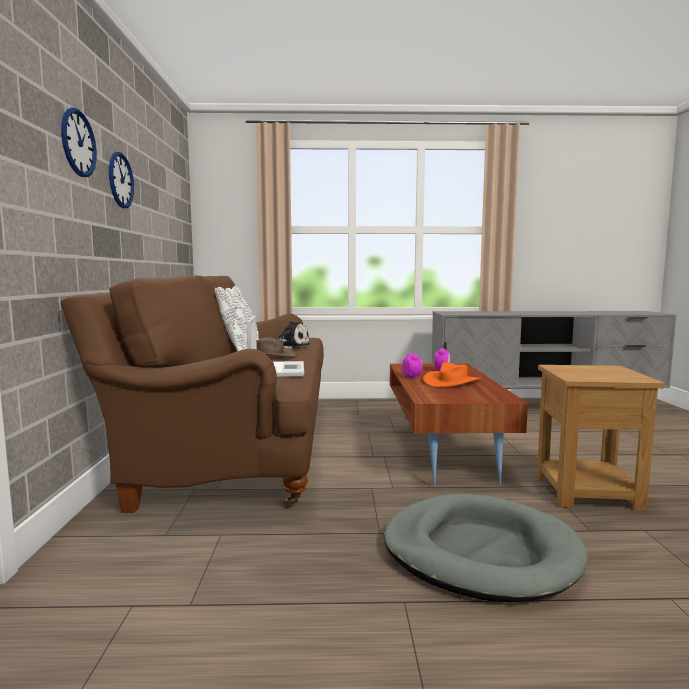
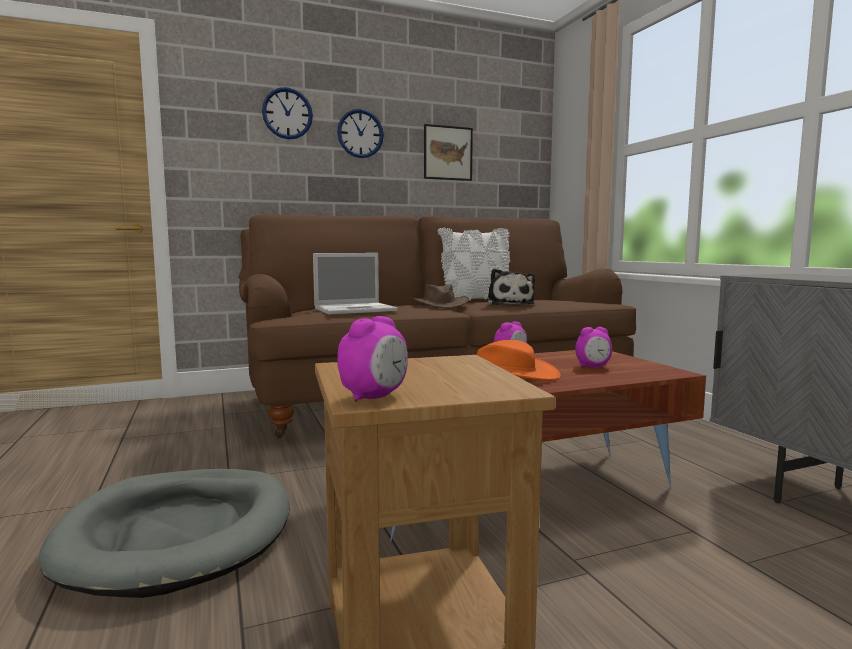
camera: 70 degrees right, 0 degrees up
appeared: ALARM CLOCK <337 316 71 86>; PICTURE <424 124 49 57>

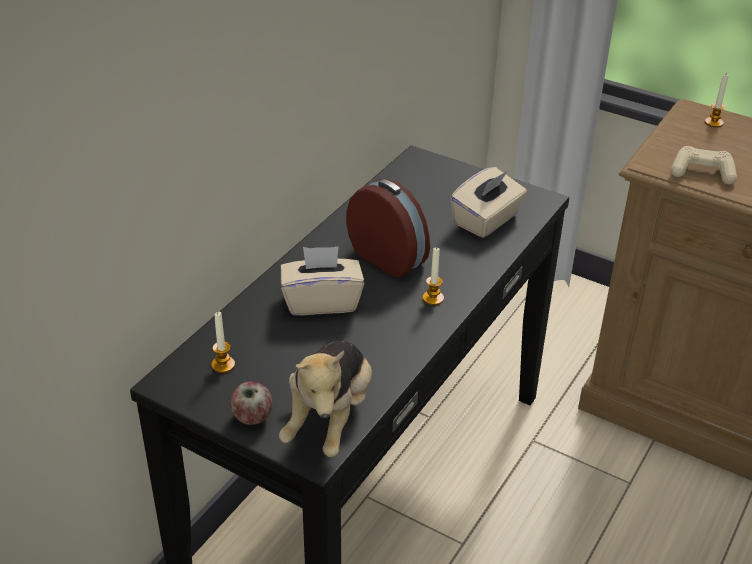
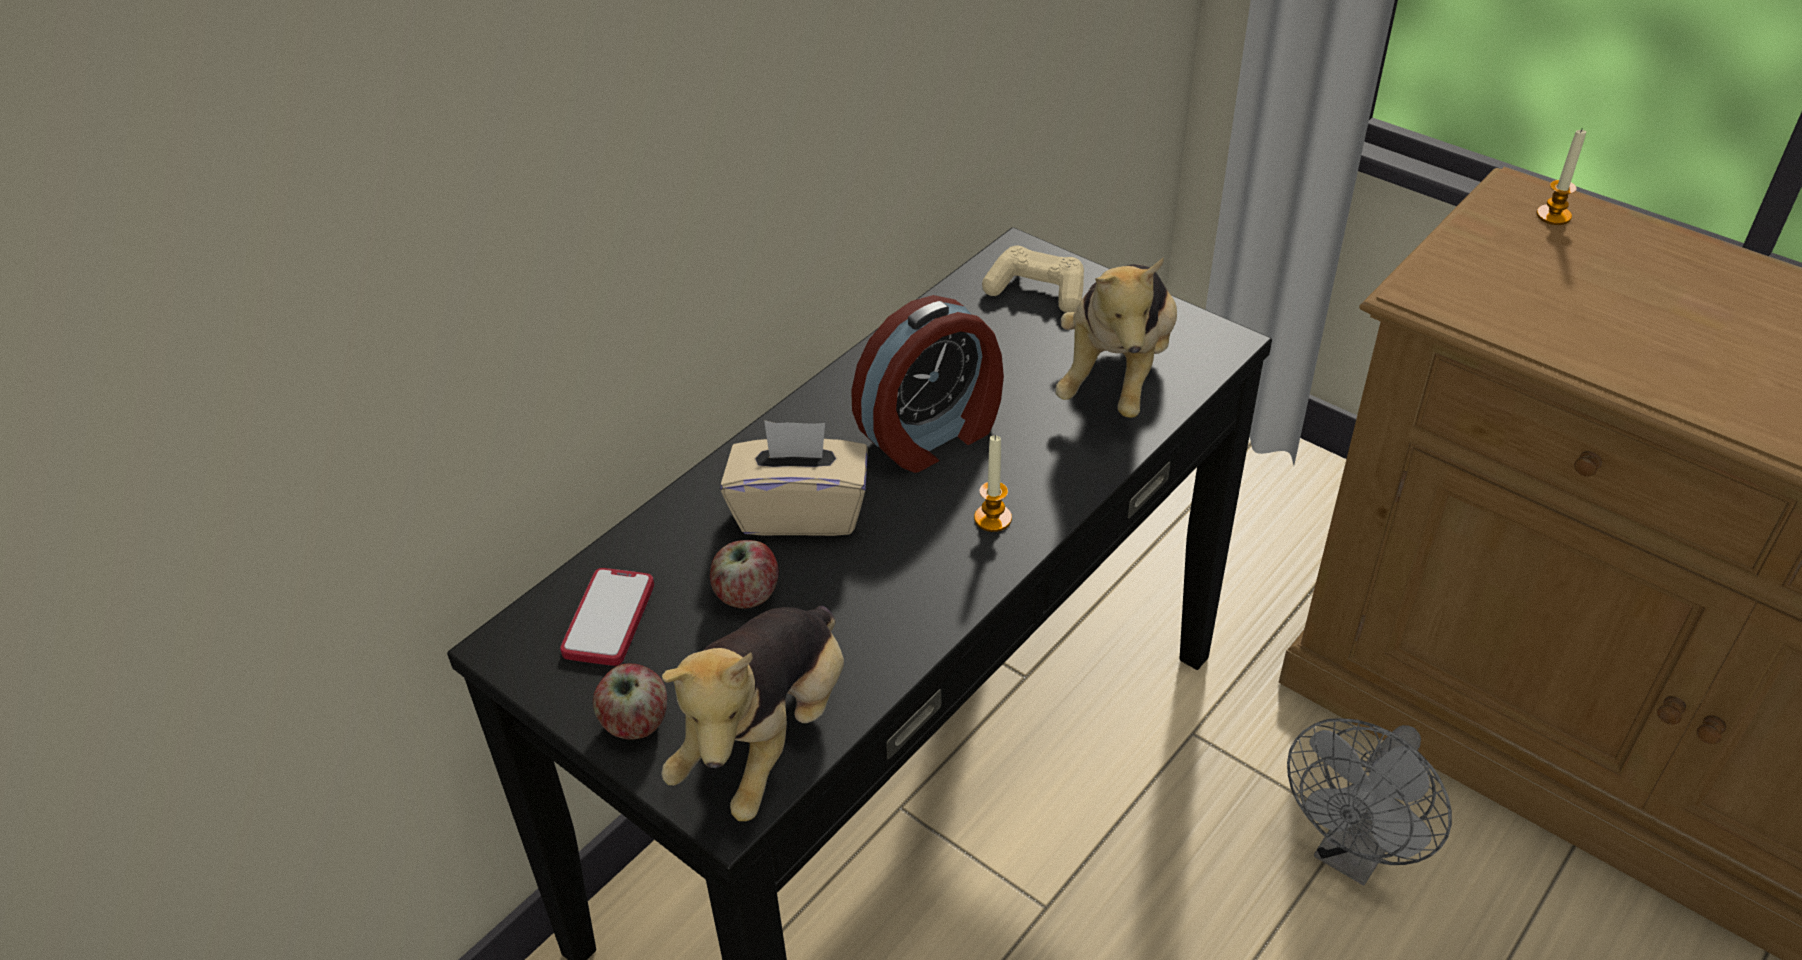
camera: 10 degrees right, 5 degrees up
appeared: APPLE <710 540 69 69>; GREY FAN <1287 718 165 168>
relocated: BEIGE GAME CONTROLLER <671 146 66 39> to <982 246 102 67>
exchanged: CANDLE <211 312 24 61> to PHONE <560 568 94 98>; BEIGE TISSUE BOX <450 167 77 71> to PLUSH TOY <1055 257 122 161>
spun: ALARM CLOCK <346 178 84 100> = <851 295 153 178> 90 degrees clockwise

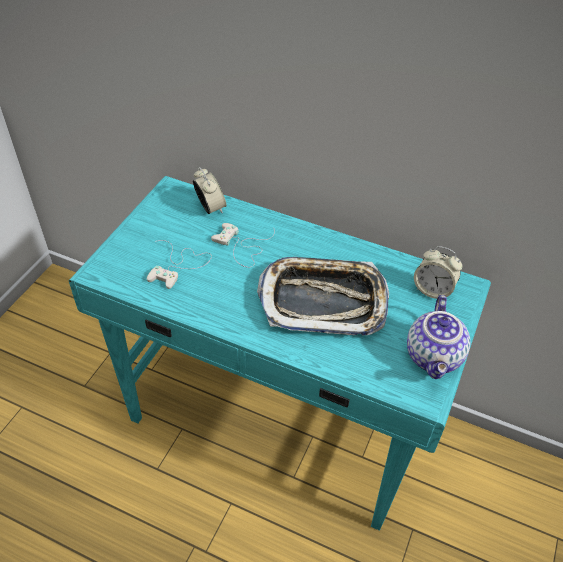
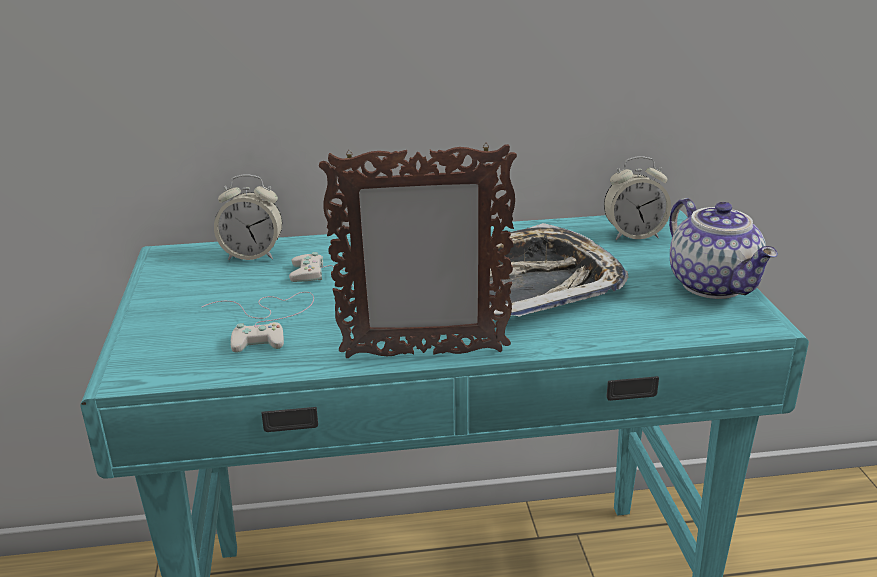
camera: 30 degrees left, 20 degrees down
appeared: PICTURE FRAME <319 143 198 215>
spun: ALARM CLOCK <193 167 33 47> = <214 174 68 86> 150 degrees clockwise

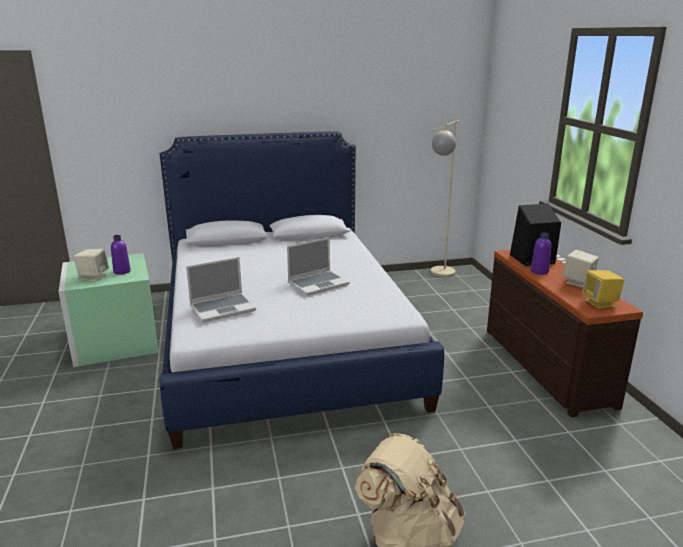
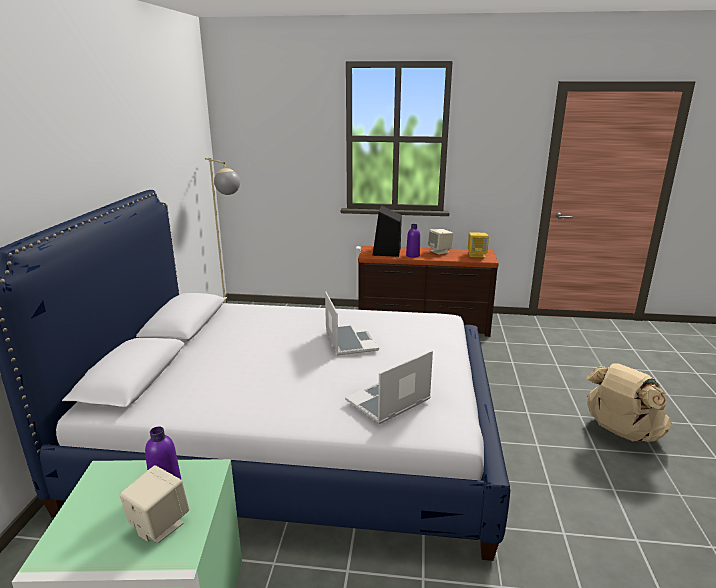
camera: 70 degrees left, 0 degrees up
spun: LAPTOP <186 257 70 65> = <345 350 88 74> 120 degrees counterclockwise

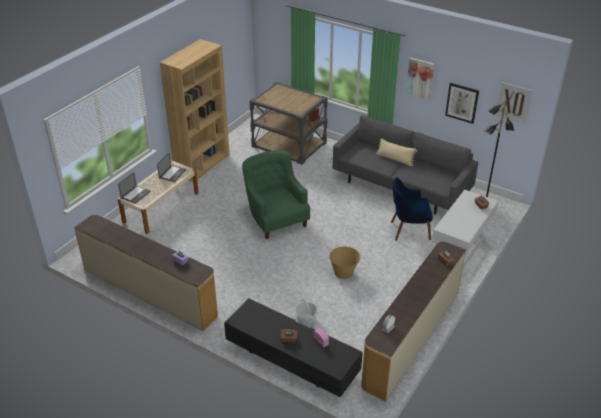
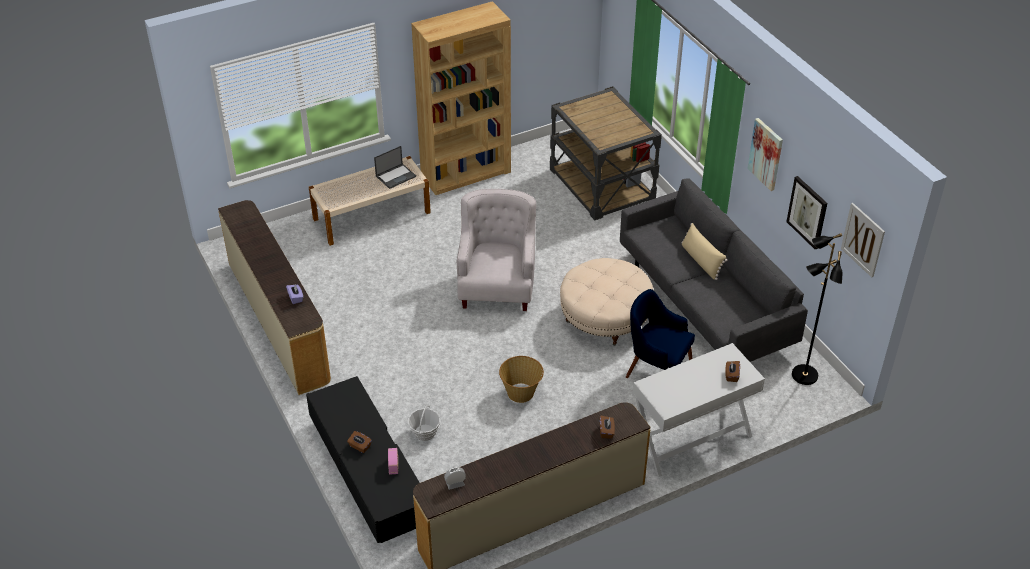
camera: 30 degrees right, 5 degrees up
missing: LAPTOP <118 172 33 32>
appeared: BEIGE OTTOMAN <560 258 93 88>
colour: GREEN ARMCHAIR <242 150 68 89> to WHITE ARMCHAIR <457 189 79 122>

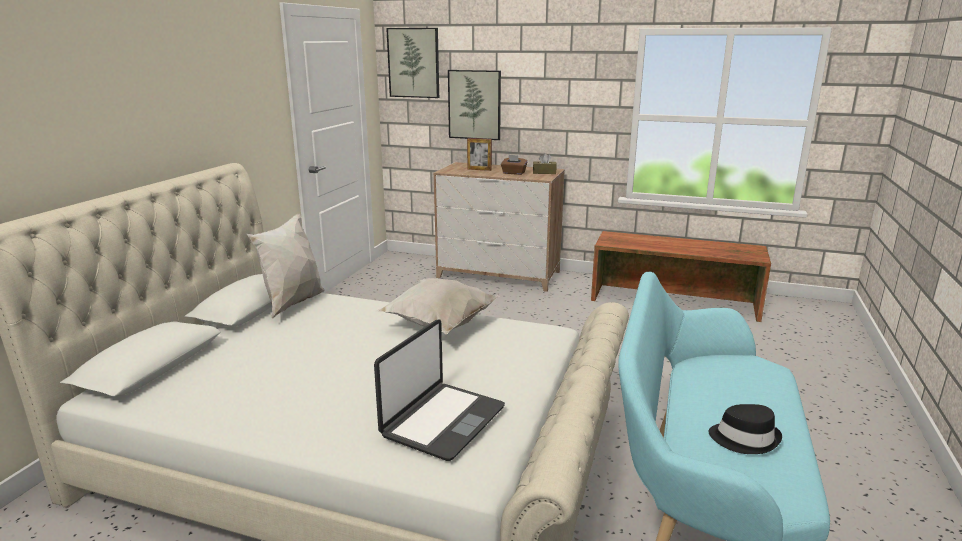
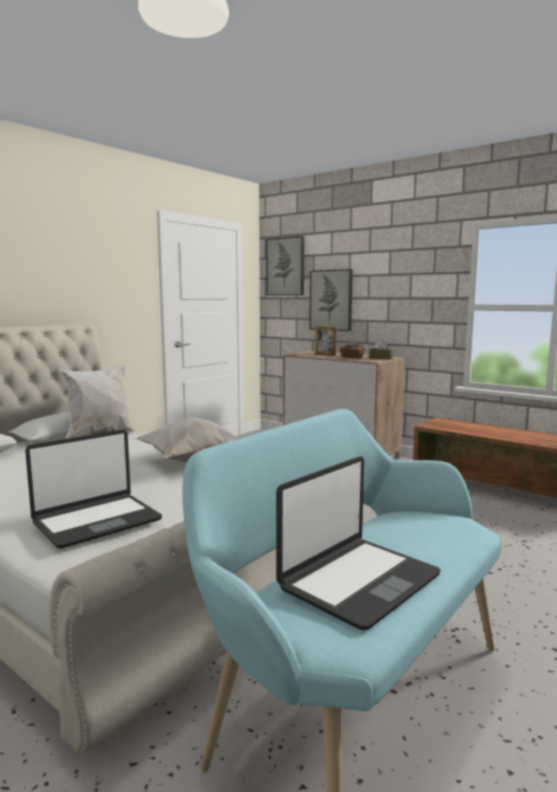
camera: 20 degrees right, 10 degrees down
exchanged: BLACK HAT <709 404 73 50> to LAPTOP <276 456 165 174>

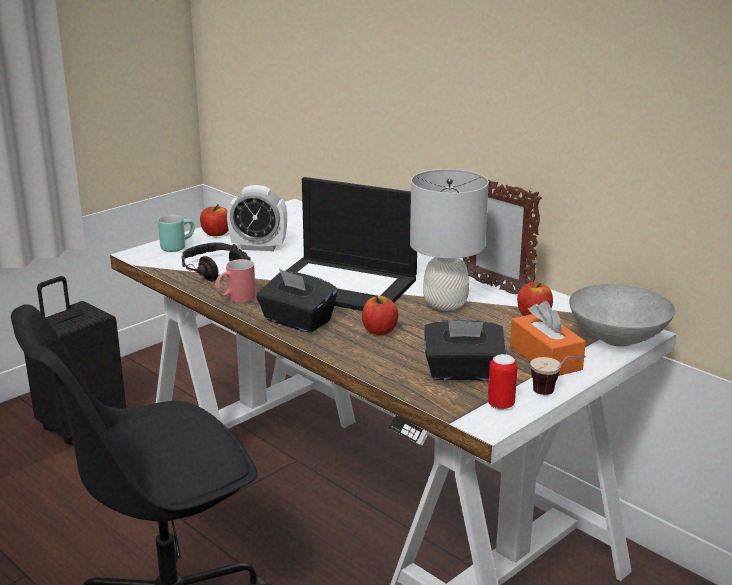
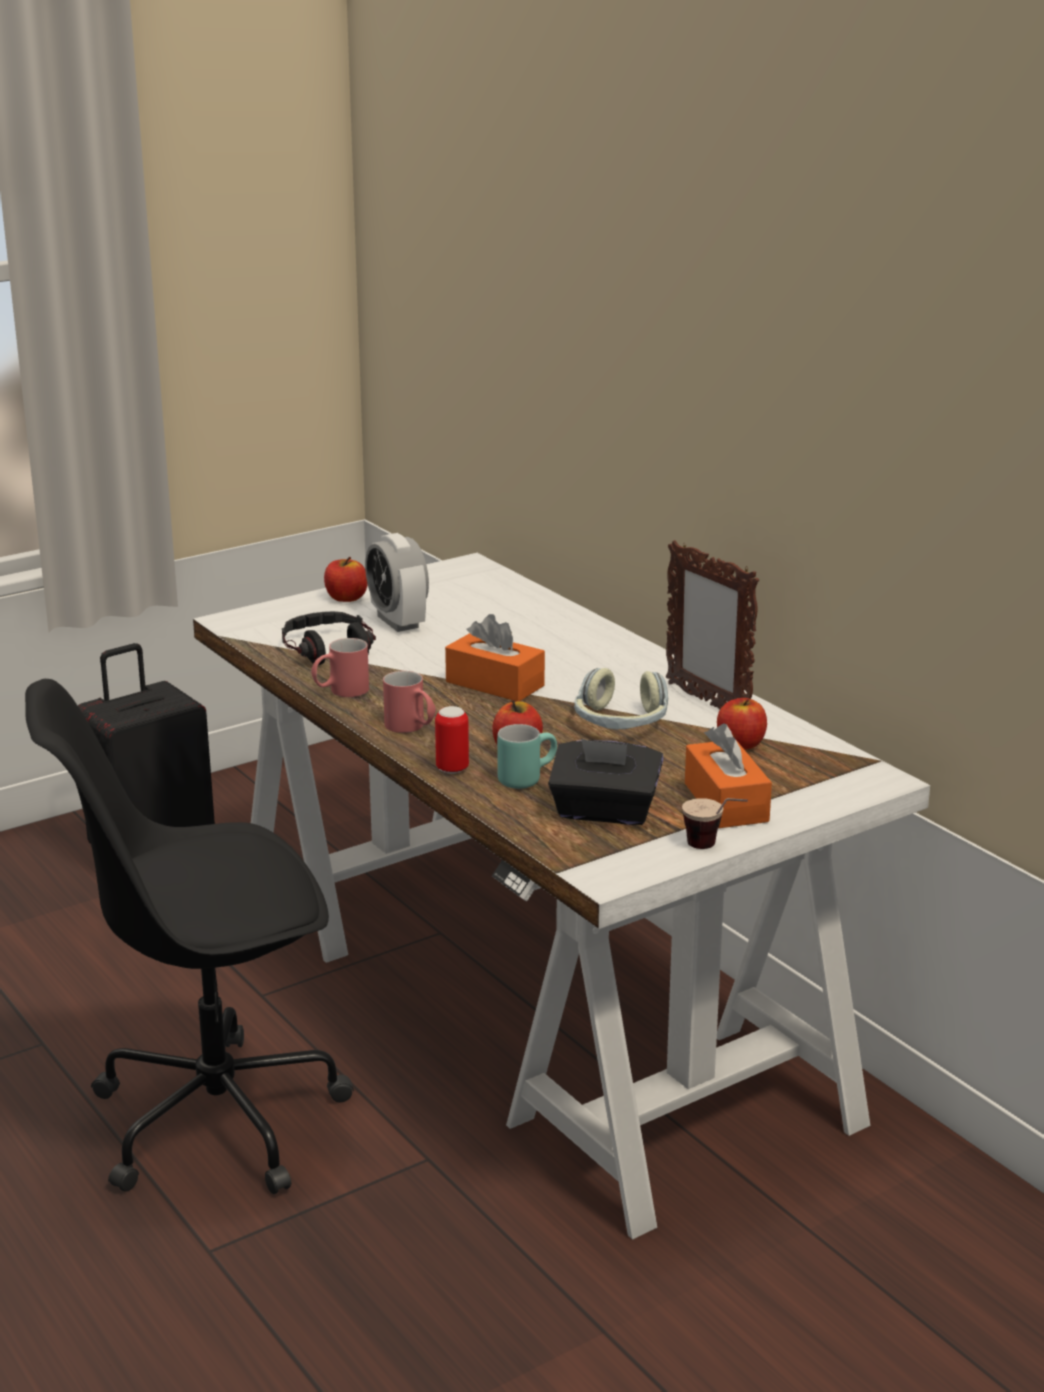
camera: 10 degrees right, 0 degrees up
missing: GREY BOWL <569 284 106 63>
relocated: CAN <488 354 29 56> to <435 706 34 68>; TURQUOISE MUG <158 215 37 37> to <497 724 60 65>
exchanged: BLACK TISSUE BOX <256 269 82 64> to RED MUG <383 671 53 62>; LAPTOP <286 177 131 134> to ORANGE TISSUE BOX <445 614 100 87>; GREY TABLE LAMP <410 169 79 142> to HEADPHONES <574 668 94 61>
spun: ALARM CLOCK <227 185 60 66> = <365 533 64 99> 45 degrees clockwise

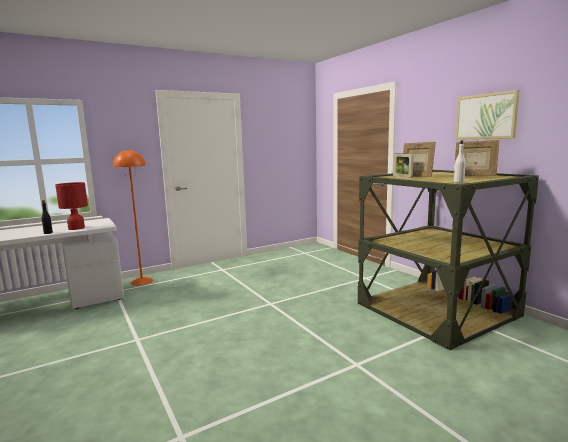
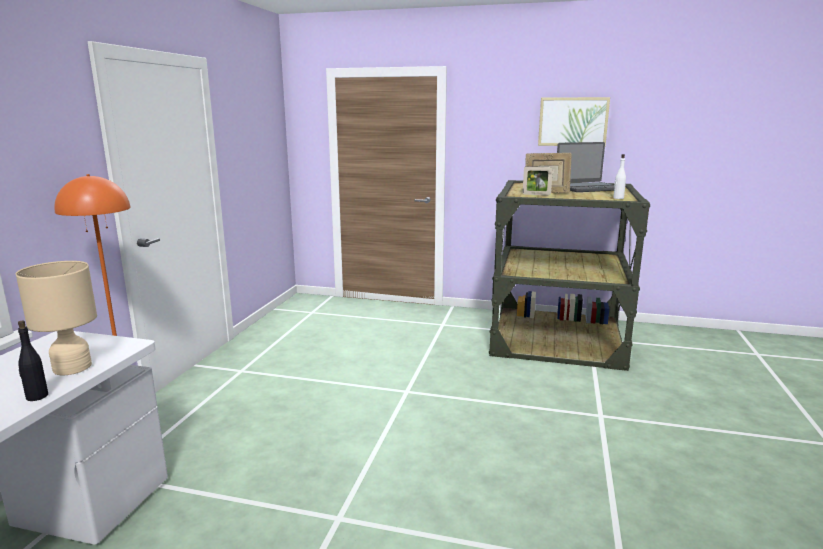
camera: 45 degrees left, 5 degrees up
exchanged: PICTURE FRAME <455 140 44 36> to LAPTOP <557 142 58 50>
colour: RED TABLE LAMP <55 182 33 48> to BEIGE TABLE LAMP <16 261 81 114>

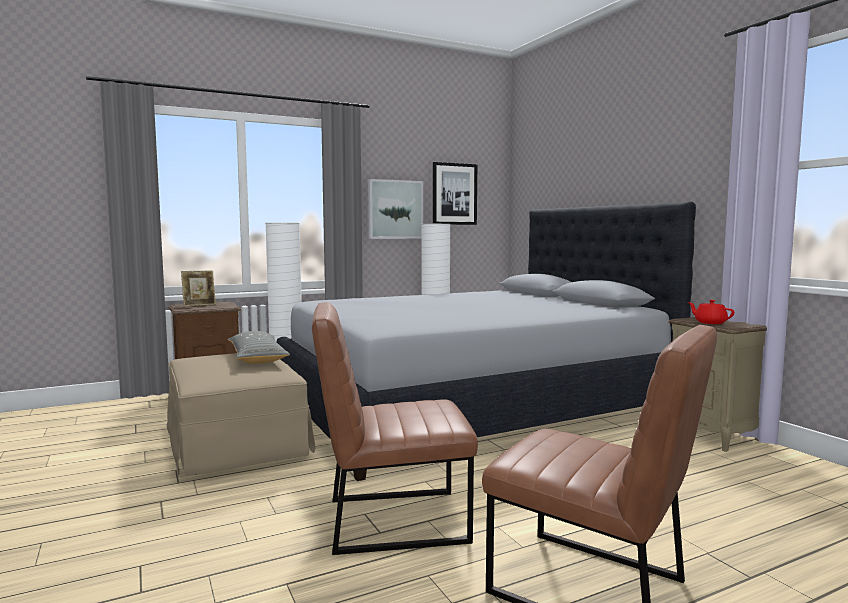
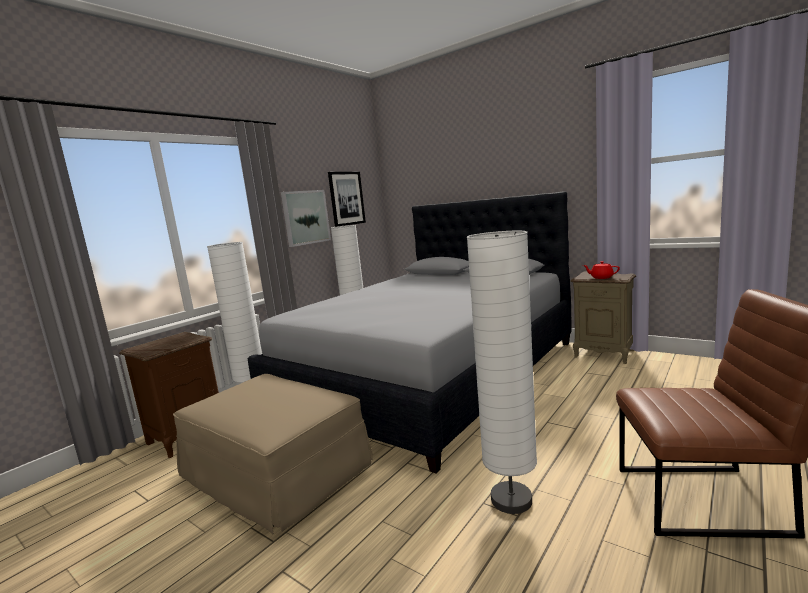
camera: 25 degrees left, 5 degrees up
missing: PICTURE FRAME <181 271 35 35>; GREY PILLOW <228 331 62 33>
exchanged: BROWN CHAIR <312 302 166 253> to WHITE FLOOR LAMP <466 231 71 283>

